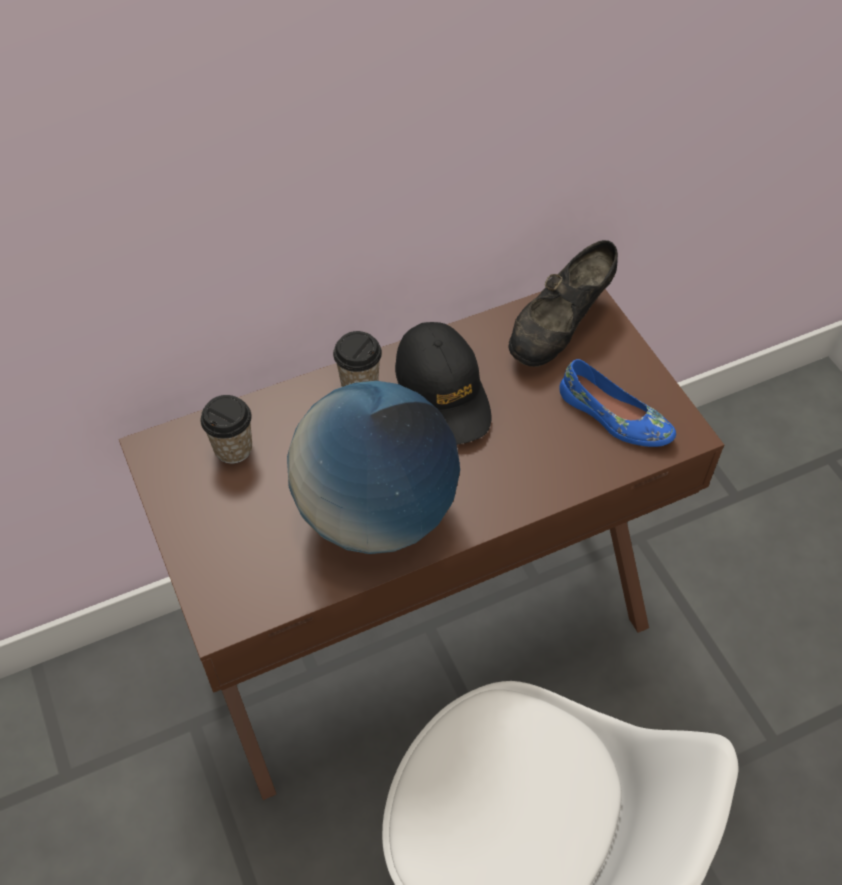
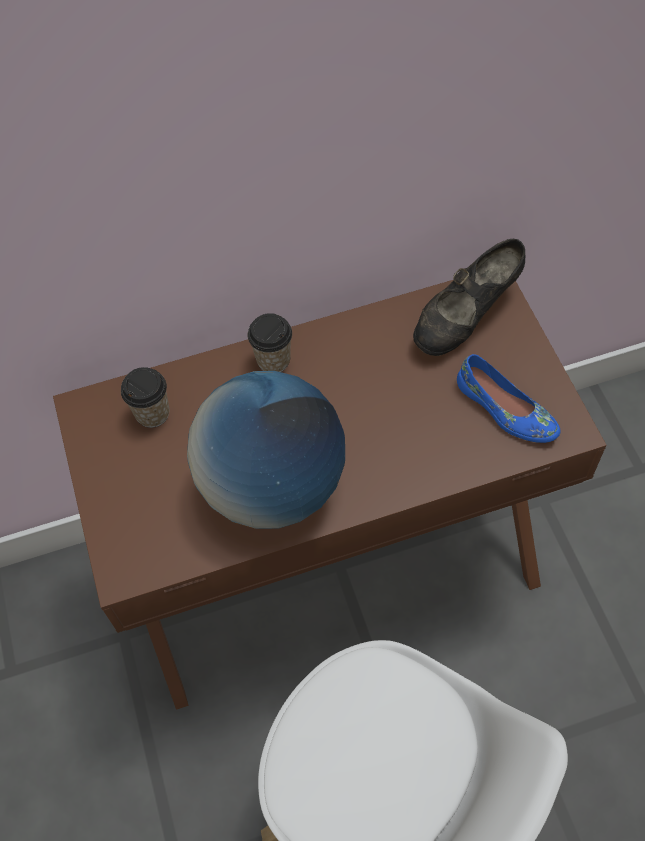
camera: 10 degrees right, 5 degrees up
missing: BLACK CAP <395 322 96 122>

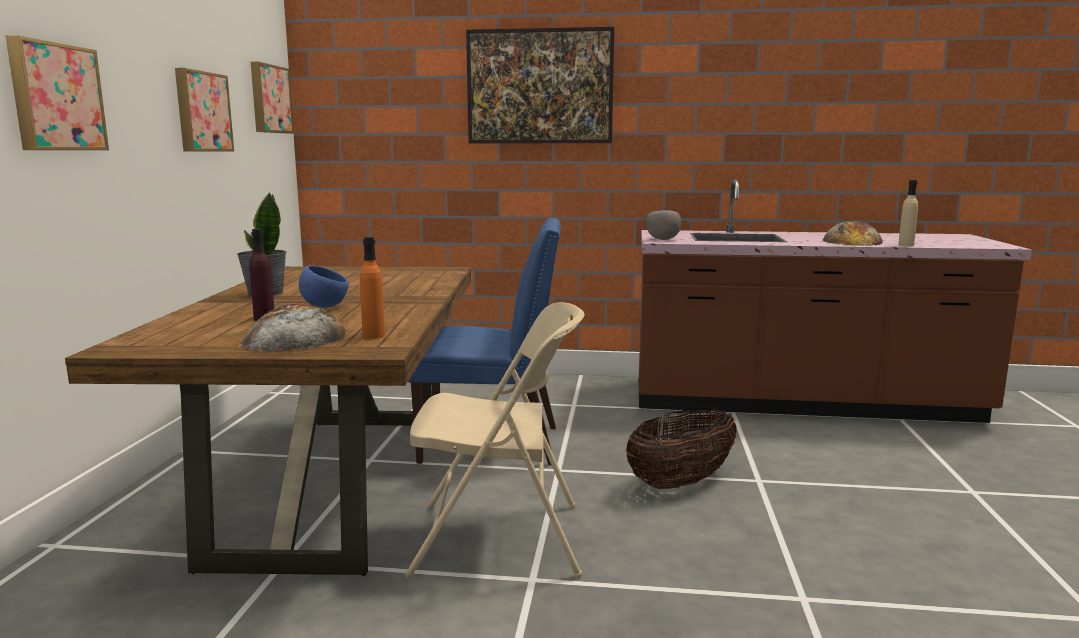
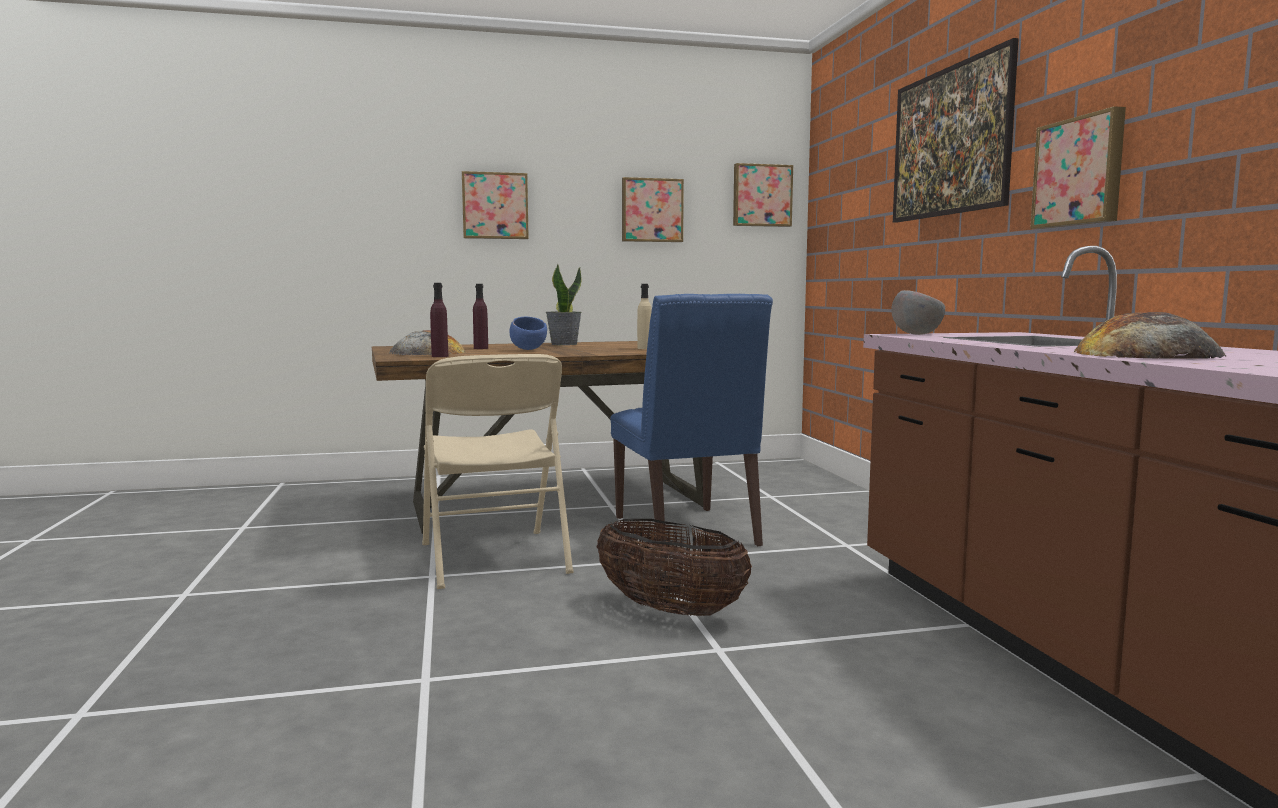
camera: 70 degrees right, 5 degrees down
appeared: PICTURE <1030 106 96 123>
relocated: BEIGE BOTTLE <898 180 20 67> to <637 284 15 65>
colour: ORANGE BOTTLE <360 237 25 102> to PURPLE BOTTLE <430 283 19 74>

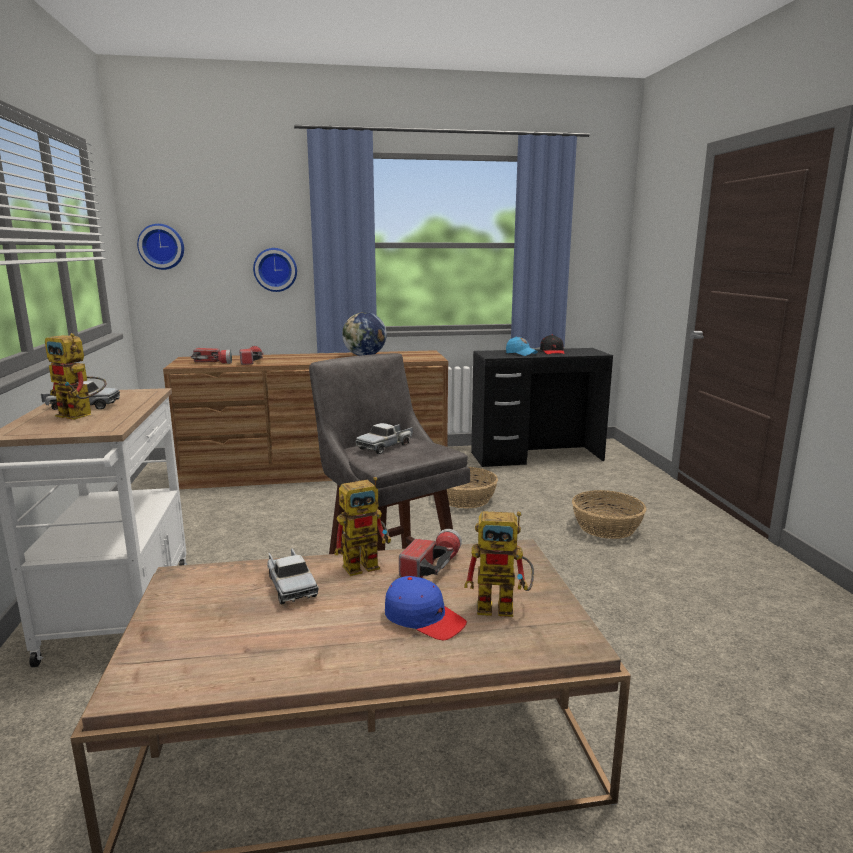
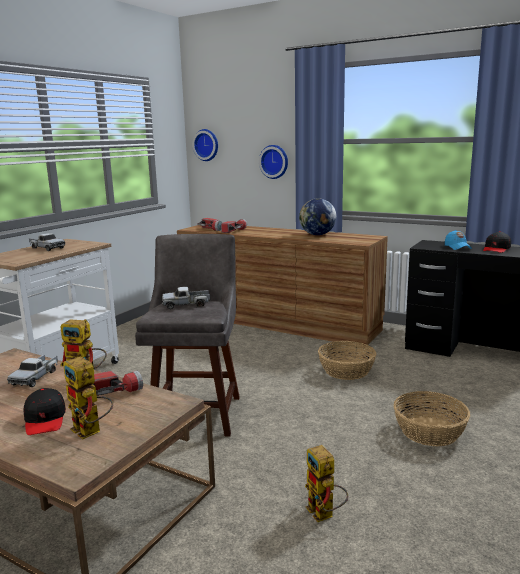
camera: 40 degrees right, 0 degrees up
relocated: TOY ROBOT <45 333 61 87> to <305 445 43 77>
colour: BLUE CAP <385 576 82 64> to BLACK CAP <23 388 43 47>

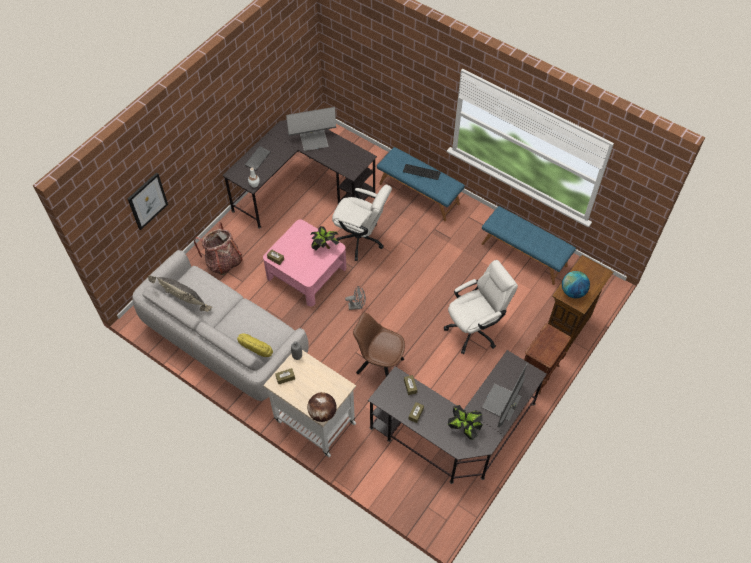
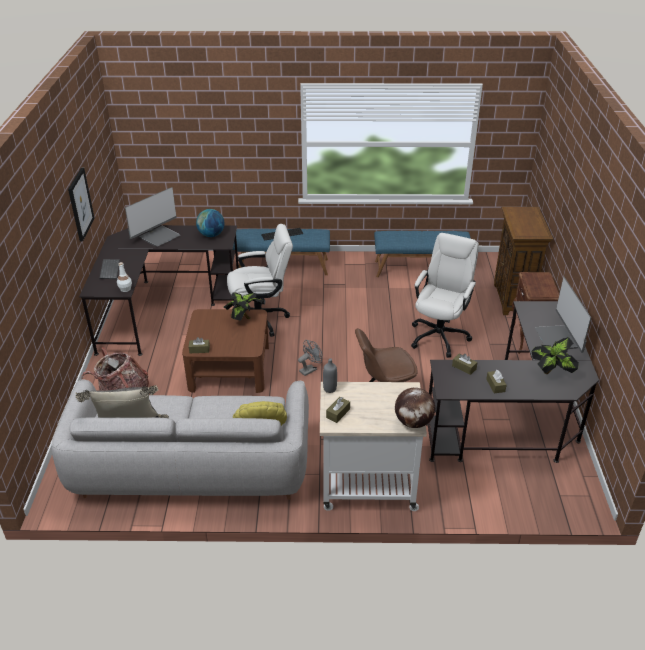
camera: 35 degrees left, 20 degrees down
relocated: PICTURE <128 172 40 58> to <68 168 27 73>; GLOBE <562 271 28 27> to <196 209 29 28>
colour: PINK COFFEE TABLE <263 219 83 88> to BROWN COFFEE TABLE <182 309 87 84>

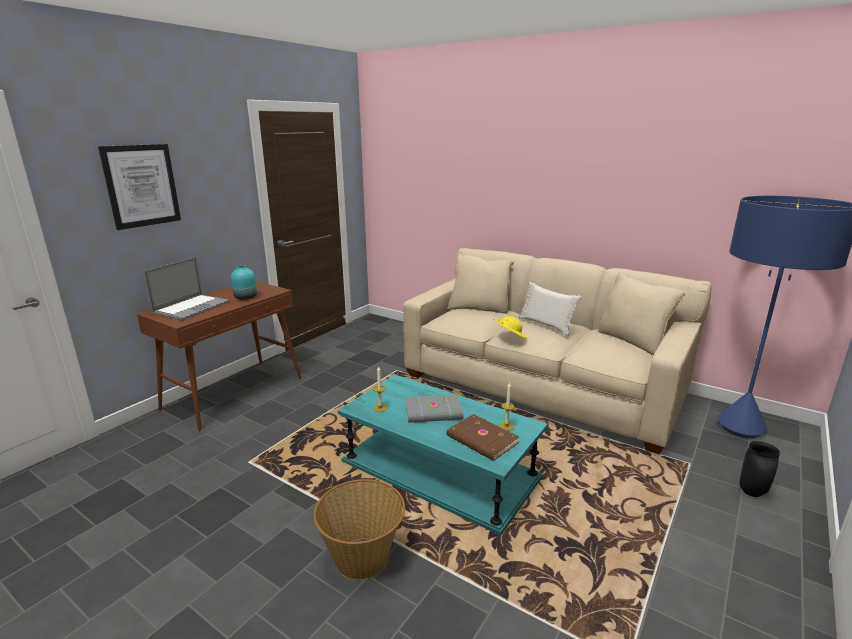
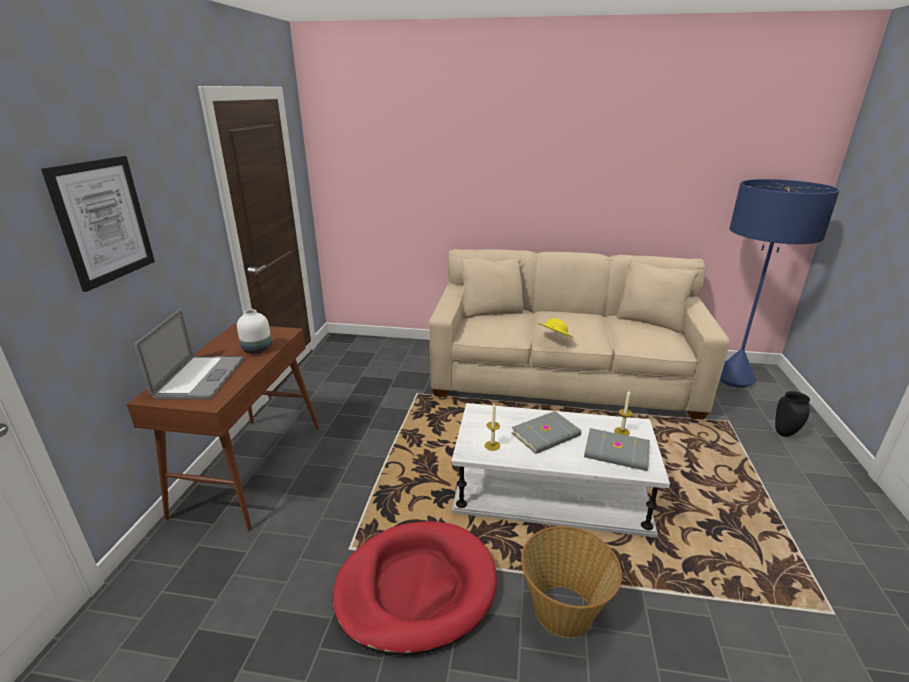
camera: 25 degrees left, 5 degrees up
missing: WHITE PILLOW <519 282 62 54>
appeared: RED DOG BED <333 521 164 135>
colour: TURQUOISE VASE <231 265 26 35> to WHITE VASE <237 309 34 45>; TURQUOISE COFFEE TABLE <338 374 210 162> to WHITE COFFEE TABLE <451 403 219 135>; BROWN BOOK <447 414 72 47> to GREY BOOK <584 428 66 43>

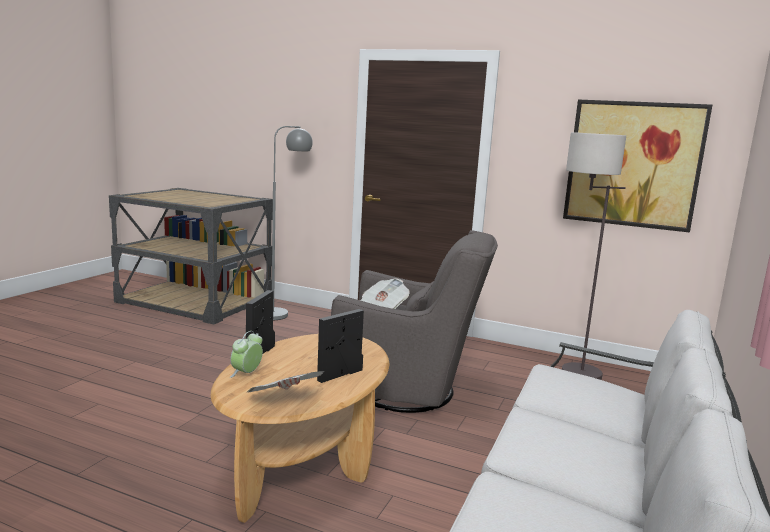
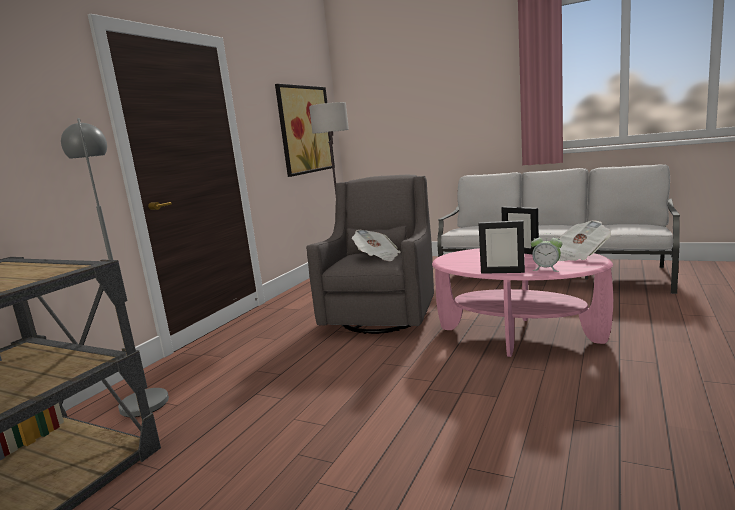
camera: 85 degrees left, 0 degrees up
colour: BROWN COFFEE TABLE <211 334 178 189> to PINK COFFEE TABLE <432 248 181 109>

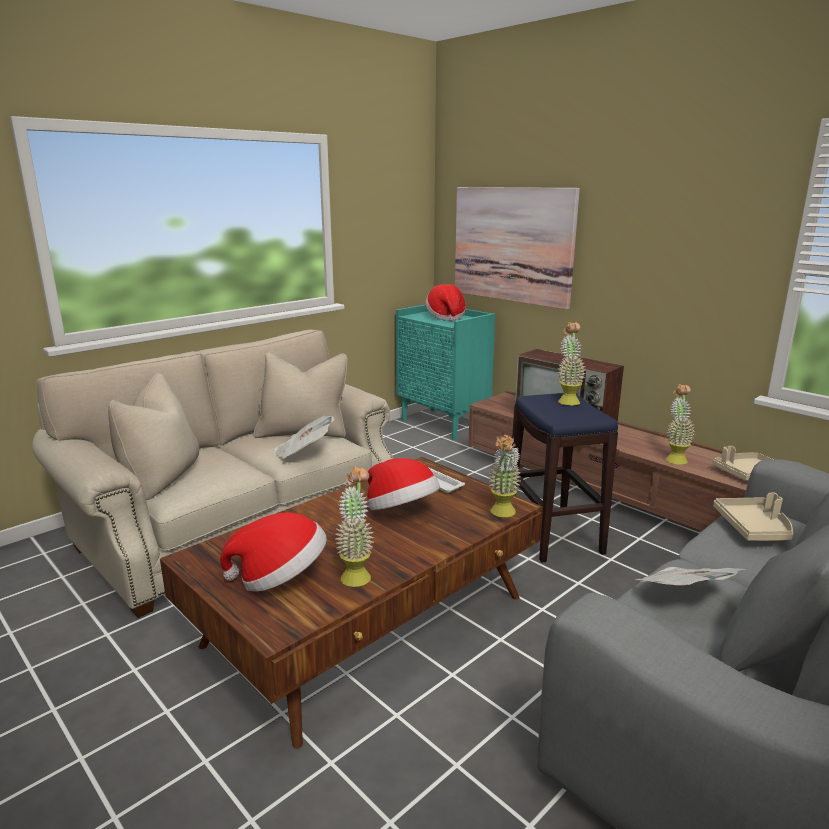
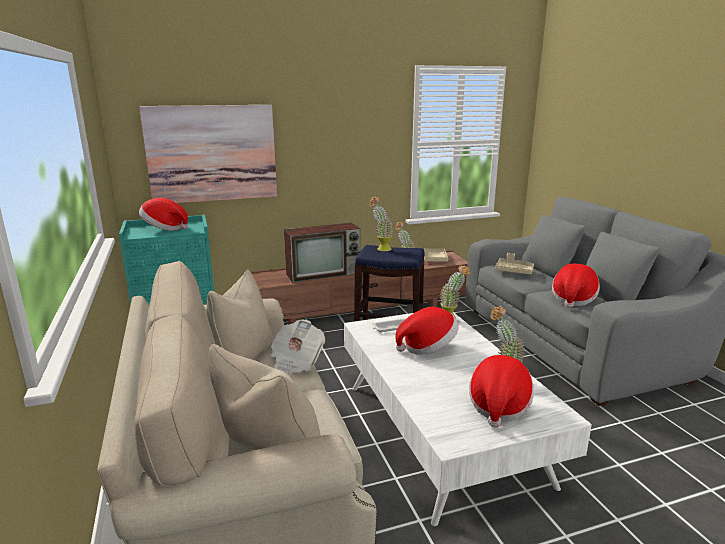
camera: 65 degrees left, 0 degrees up
exchanged: NEWSPAPER <635 567 111 18> to HAT <552 263 48 45>
colour: BROWN COFFEE TABLE <160 457 383 292> to WHITE COFFEE TABLE <344 312 248 214>

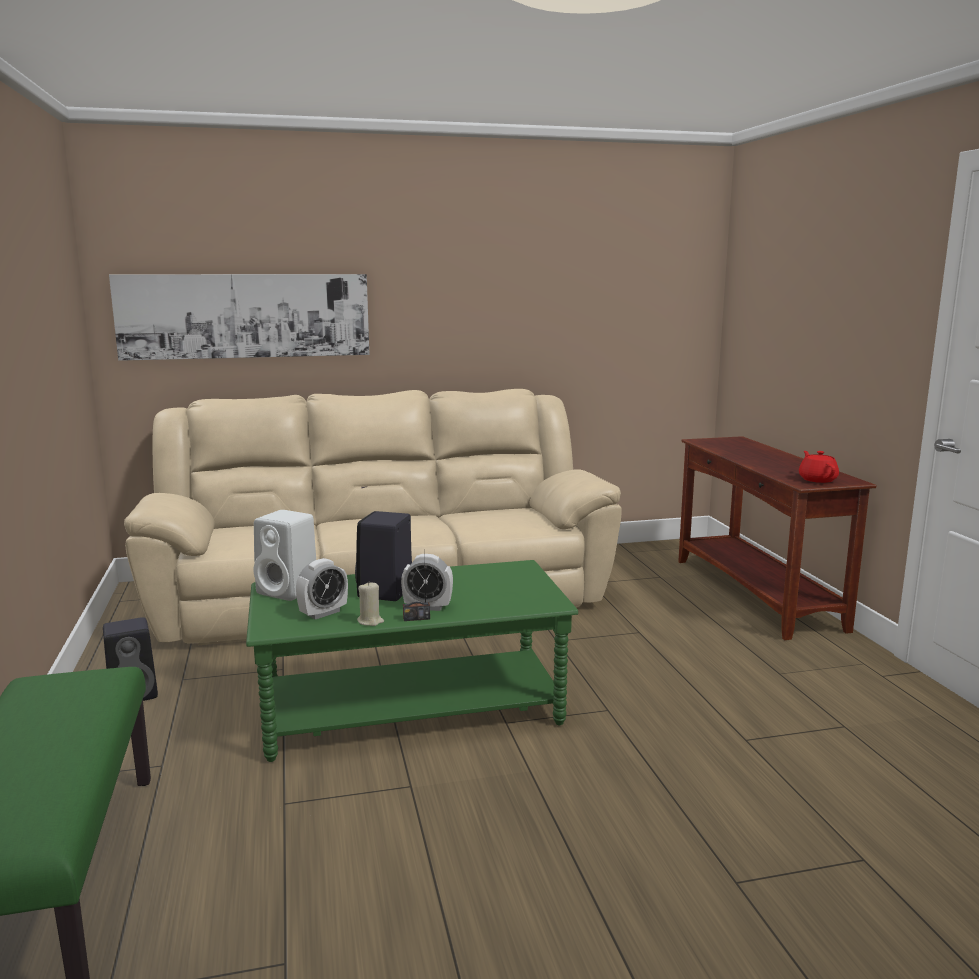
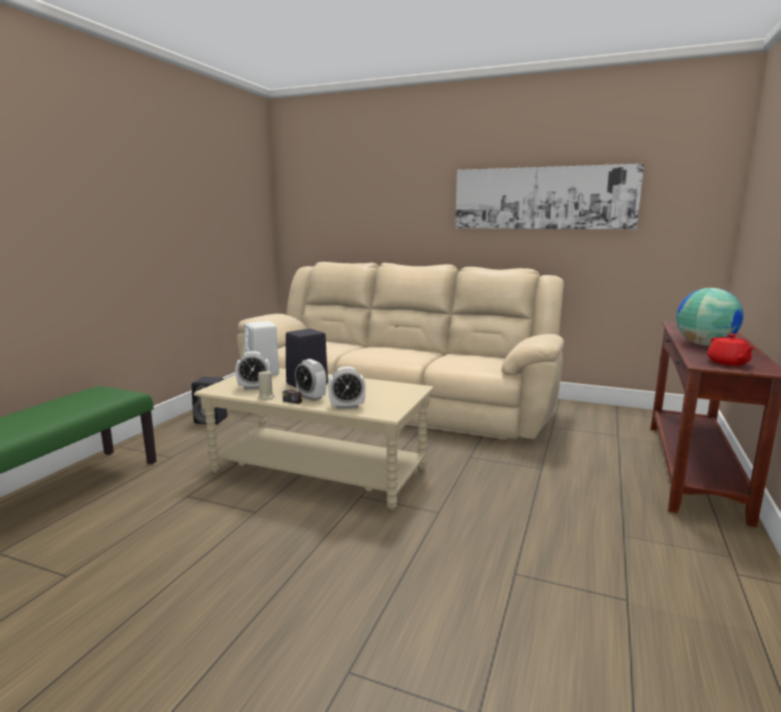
camera: 35 degrees right, 0 degrees up
appeared: ALARM CLOCK <328 367 38 42>; GLOBE <676 288 68 57>
relocated: PICTURE <109 274 260 87> to <455 164 189 65>
colour: GREEN COFFEE TABLE <246 560 332 202> to BEIGE COFFEE TABLE <194 368 240 143>
spun: RED TEAPOT <799 451 40 32> = <707 334 48 32> 150 degrees clockwise

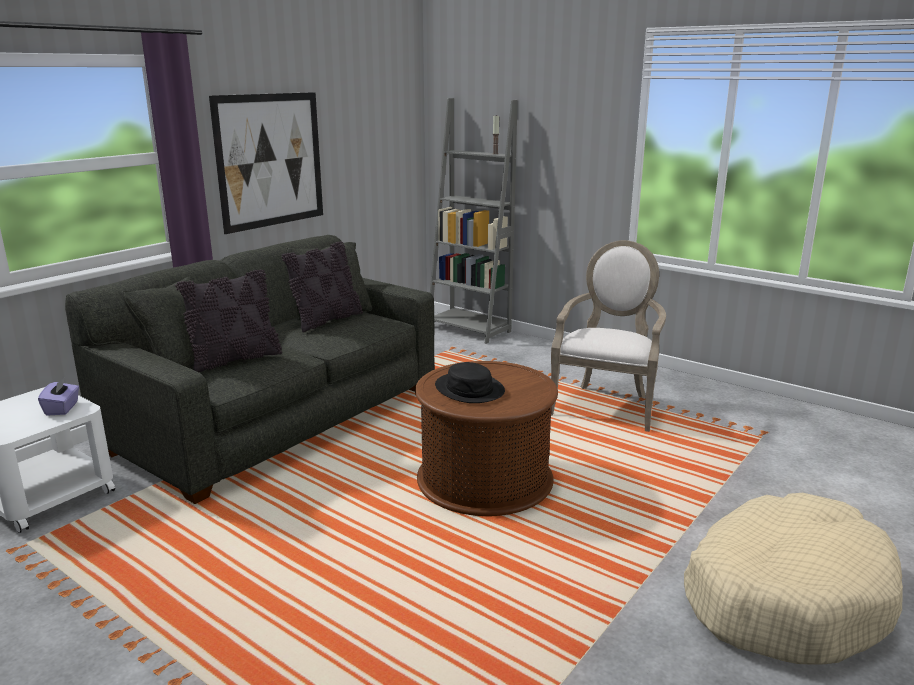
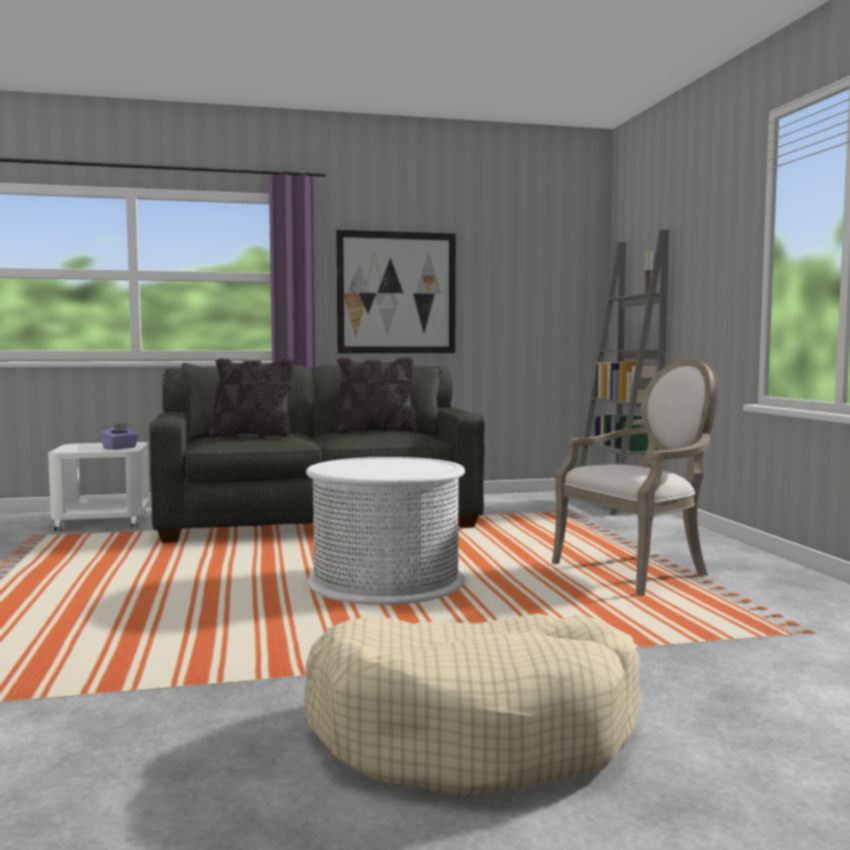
camera: 40 degrees right, 15 degrees down
missing: BLACK HAT <435 362 70 41>
colour: BROWN COFFEE TABLE <415 361 143 155> to WHITE COFFEE TABLE <306 457 159 148>

